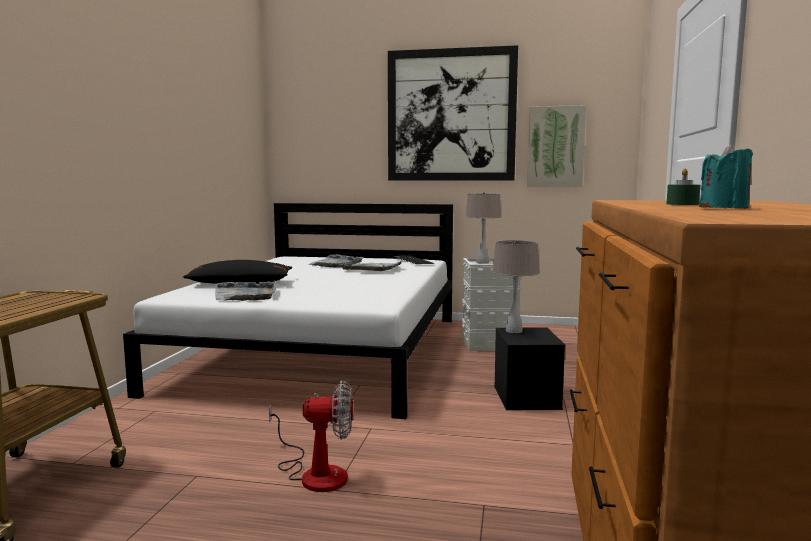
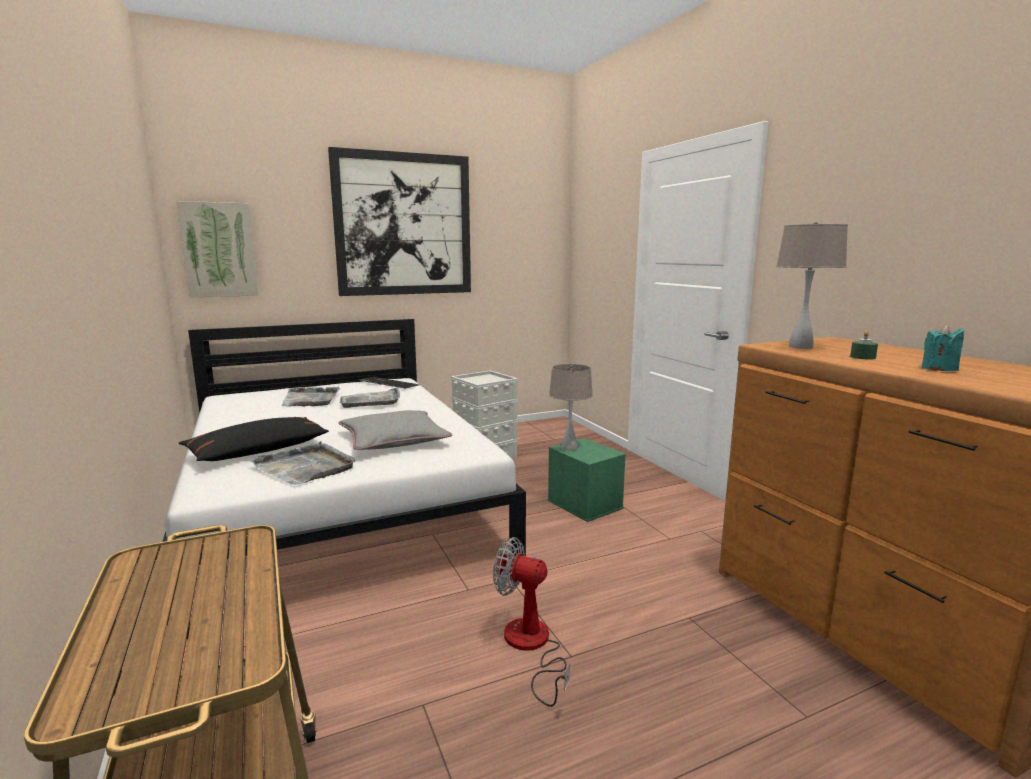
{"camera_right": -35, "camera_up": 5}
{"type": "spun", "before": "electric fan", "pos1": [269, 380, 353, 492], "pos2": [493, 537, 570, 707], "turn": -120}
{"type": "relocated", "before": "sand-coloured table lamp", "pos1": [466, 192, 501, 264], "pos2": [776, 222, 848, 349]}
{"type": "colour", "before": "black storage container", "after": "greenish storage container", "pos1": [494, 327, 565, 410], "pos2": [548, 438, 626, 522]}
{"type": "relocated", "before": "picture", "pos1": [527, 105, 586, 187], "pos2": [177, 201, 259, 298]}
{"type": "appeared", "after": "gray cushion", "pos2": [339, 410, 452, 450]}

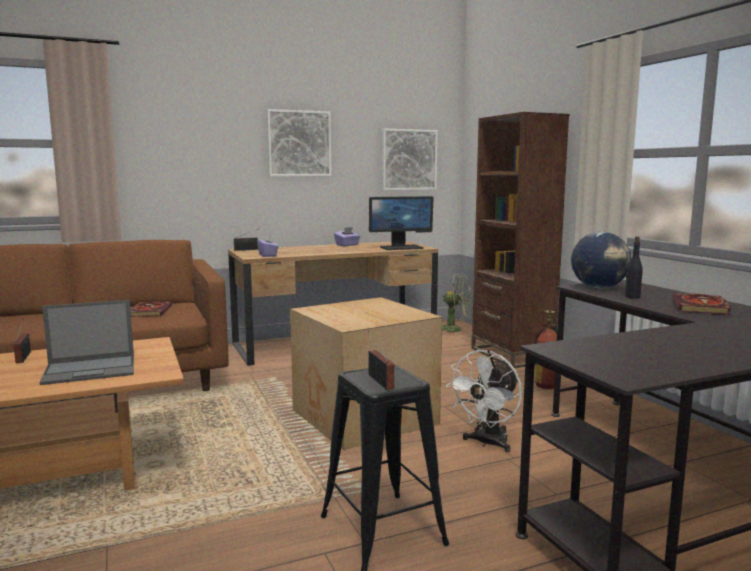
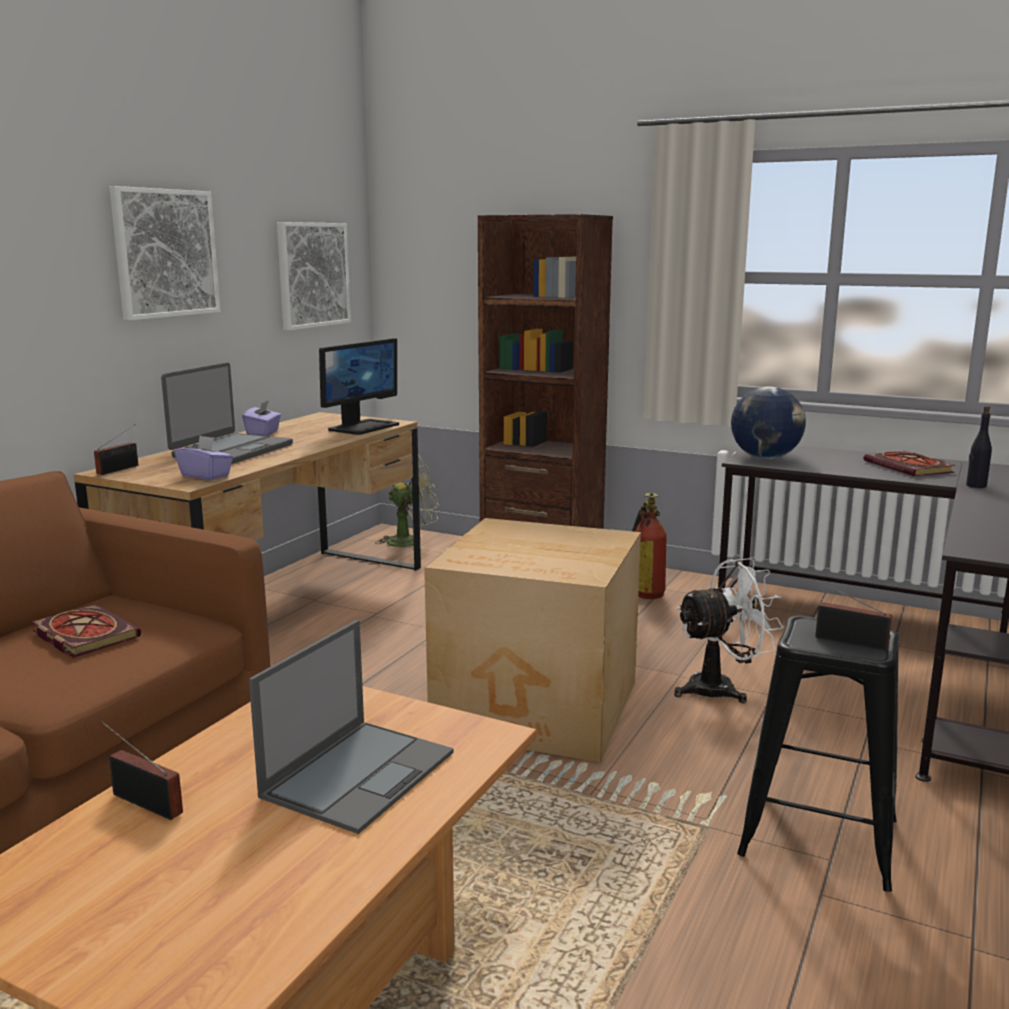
{"camera_right": -40, "camera_up": 5}
{"type": "spun", "before": "white electric fan", "pos1": [446, 350, 522, 452], "pos2": [674, 558, 784, 703], "turn": -105}
{"type": "relocated", "before": "black drink bottle", "pos1": [625, 236, 643, 299], "pos2": [966, 406, 992, 488]}
{"type": "appeared", "after": "laptop", "pos2": [161, 363, 293, 464]}

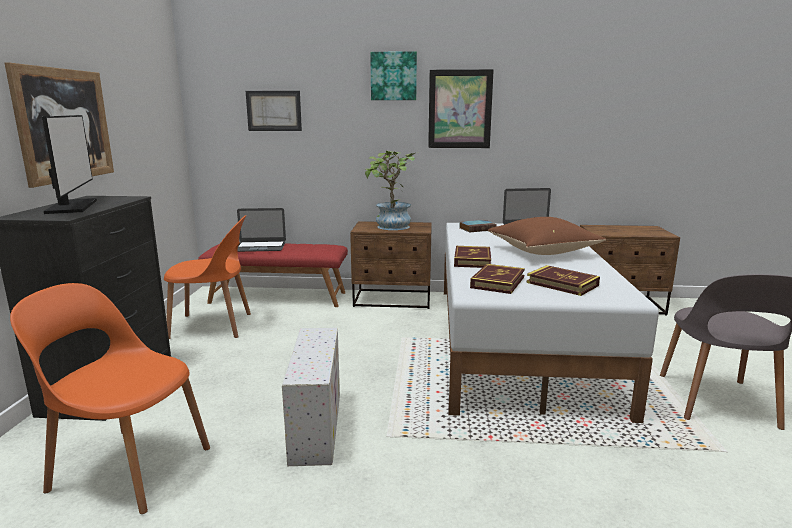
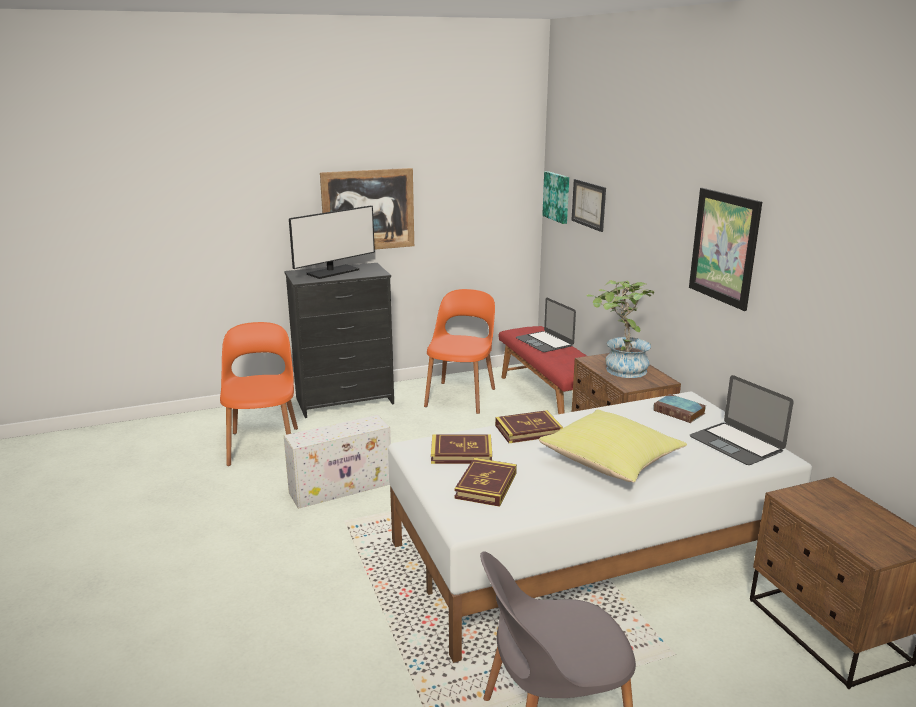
{"camera_right": 65, "camera_up": 5}
{"type": "spun", "before": "orange upright chair", "pos1": [164, 215, 251, 339], "pos2": [424, 289, 495, 414], "turn": -135}
{"type": "relocated", "before": "picture", "pos1": [370, 51, 417, 100], "pos2": [542, 171, 569, 224]}
{"type": "colour", "before": "brown-coloured cushion", "after": "yellowish cushion", "pos1": [488, 217, 606, 255], "pos2": [539, 410, 687, 483]}

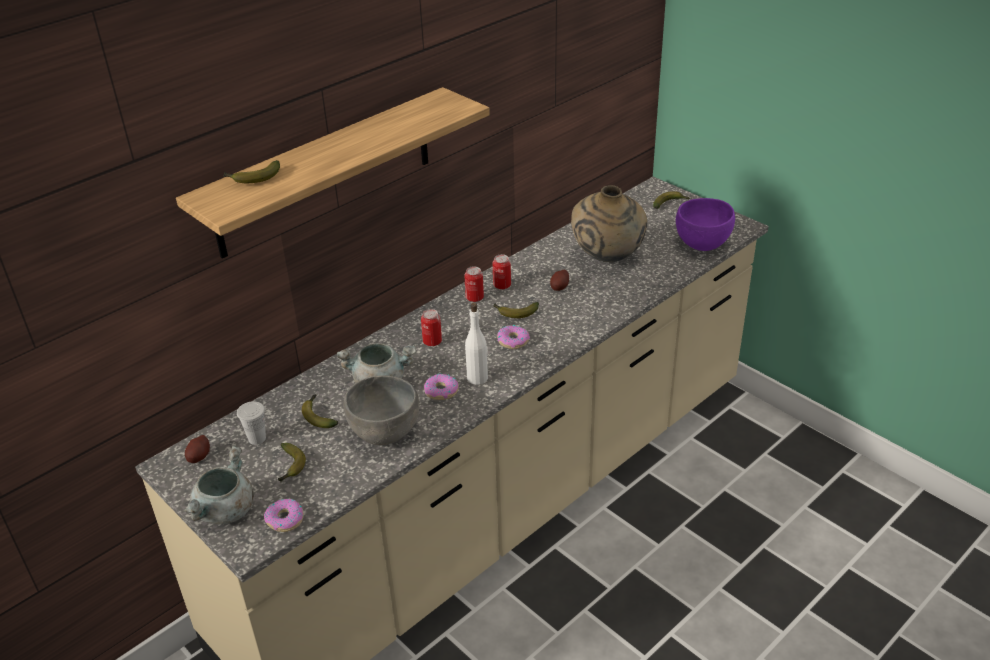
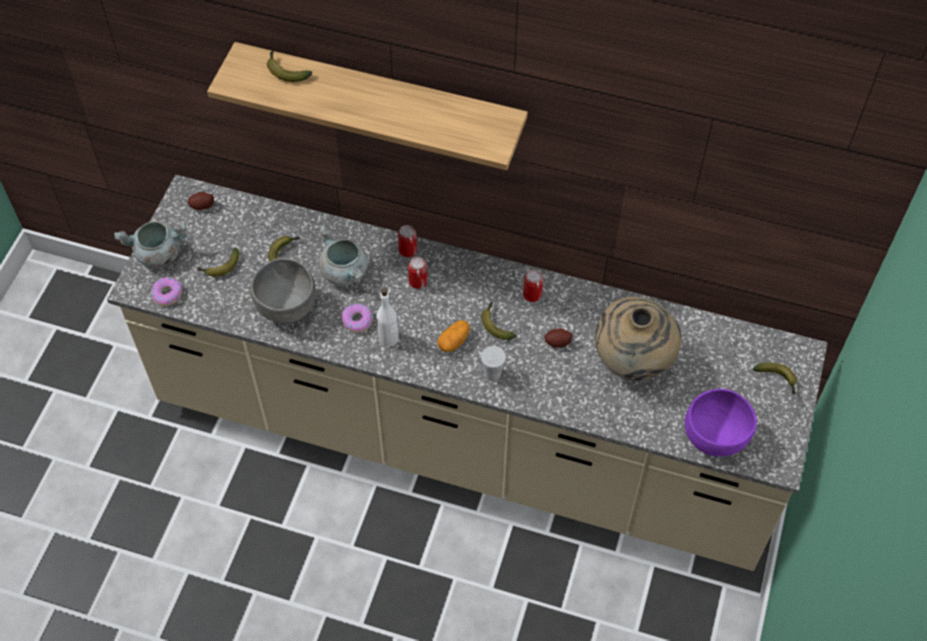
{"camera_right": 60, "camera_up": 20}
{"type": "relocated", "before": "white drinking cup", "pos1": [237, 401, 266, 445], "pos2": [481, 346, 506, 381]}
{"type": "relocated", "before": "sealed can", "pos1": [464, 266, 484, 302], "pos2": [398, 225, 417, 257]}
{"type": "exchanged", "before": "donut", "after": "potato", "pos1": [497, 325, 530, 349], "pos2": [437, 320, 470, 352]}

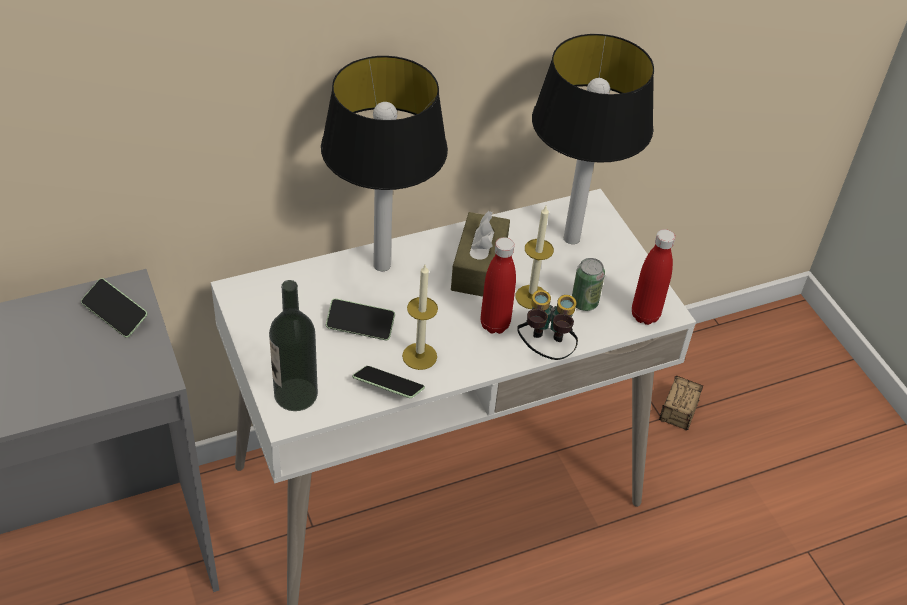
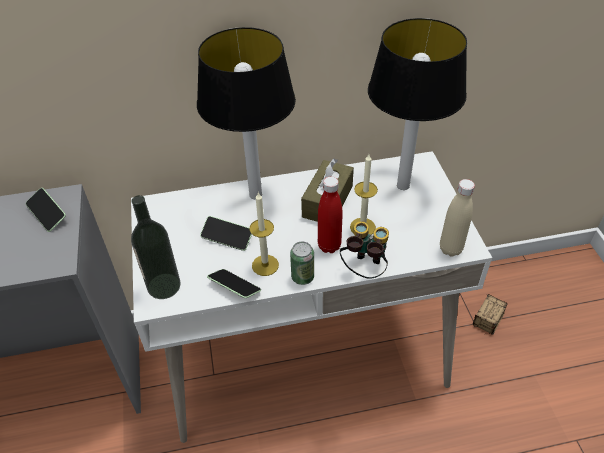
{"camera_right": 15, "camera_up": 0}
{"type": "relocated", "before": "sealed can", "pos1": [572, 258, 605, 311], "pos2": [290, 242, 314, 285]}
{"type": "colour", "before": "reddish drink bottle", "after": "sand-coloured drink bottle", "pos1": [632, 229, 675, 325], "pos2": [440, 179, 475, 257]}

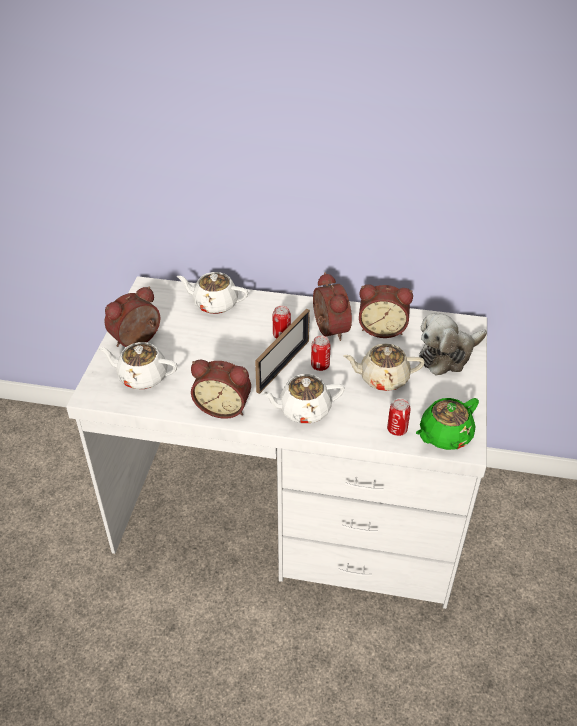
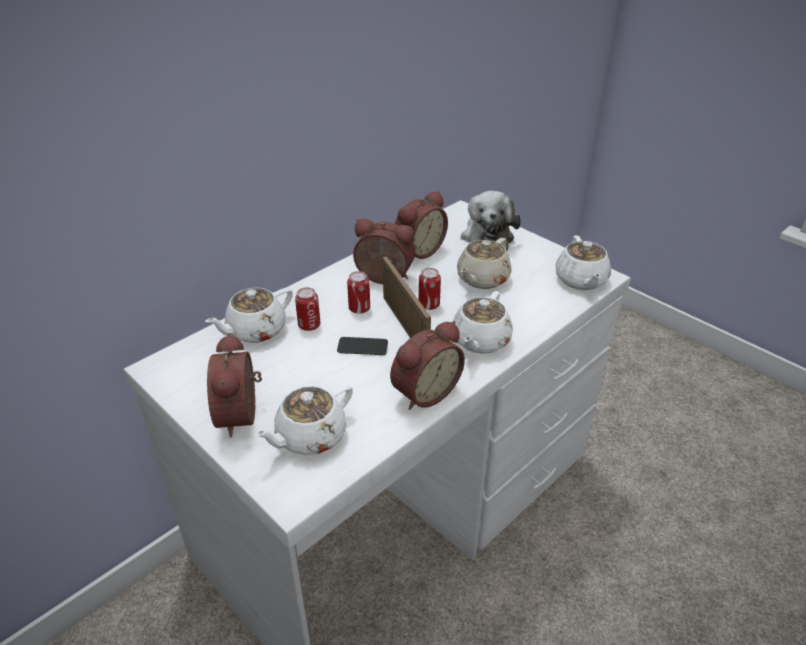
{"camera_right": -55, "camera_up": -5}
{"type": "relocated", "before": "sealed can", "pos1": [387, 398, 411, 436], "pos2": [295, 287, 320, 331]}
{"type": "colour", "before": "greenish teapot", "after": "white teapot", "pos1": [416, 398, 479, 450], "pos2": [556, 235, 611, 290]}
{"type": "appeared", "after": "phone", "pos2": [337, 337, 388, 355]}

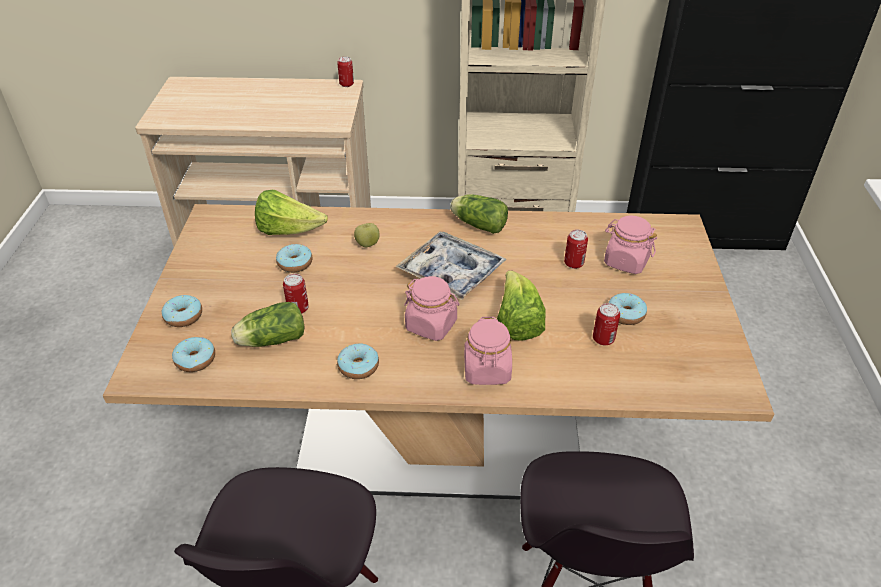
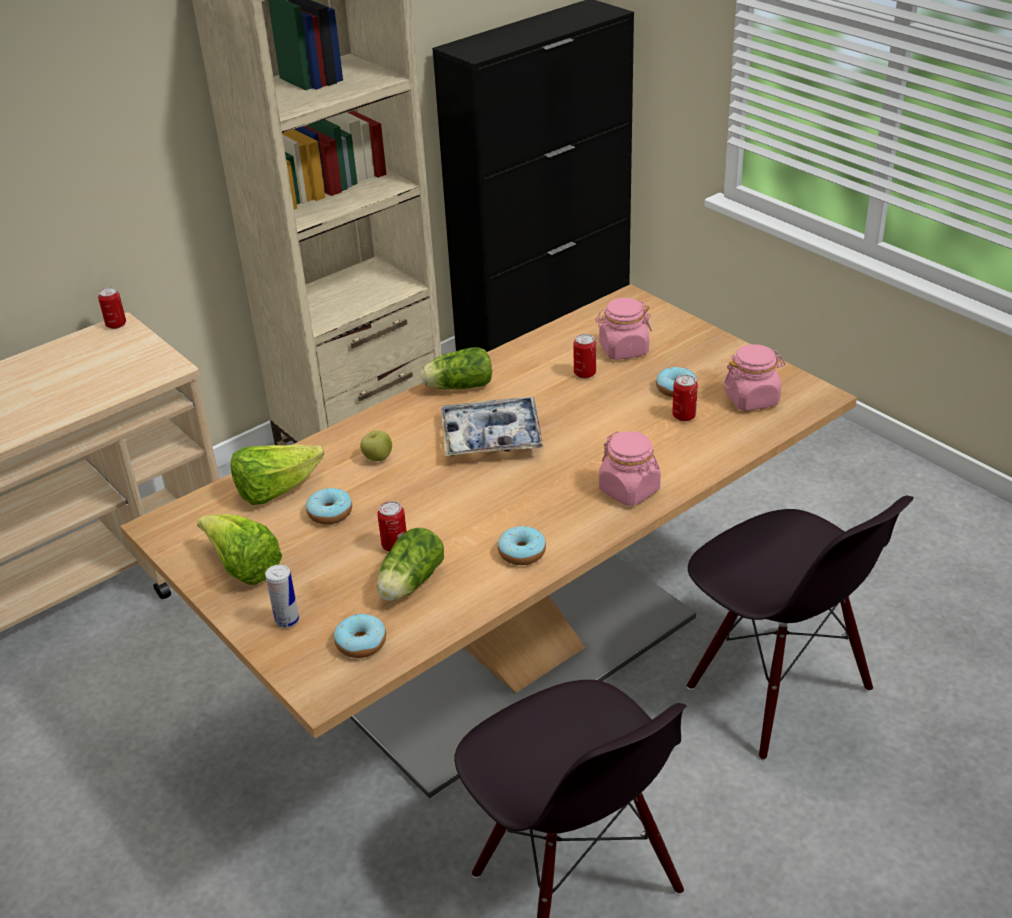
{"camera_right": -40, "camera_up": -5}
{"type": "exchanged", "before": "donut", "after": "sealed can", "pos1": [161, 295, 202, 327], "pos2": [265, 565, 299, 628]}
{"type": "relocated", "before": "pink-coloured preserve jar", "pos1": [404, 276, 459, 341], "pos2": [724, 344, 785, 411]}
{"type": "relocated", "before": "lettuce head", "pos1": [497, 271, 546, 340], "pos2": [197, 514, 282, 585]}

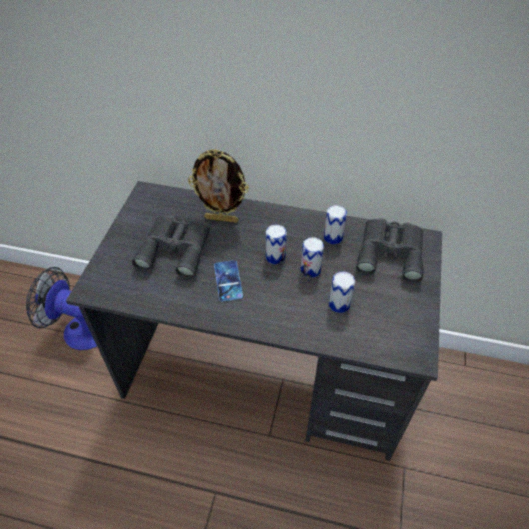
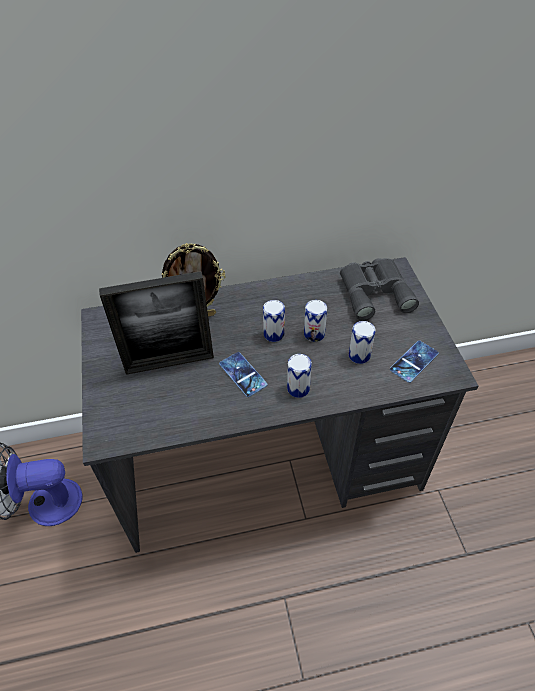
{"camera_right": -25, "camera_up": 0}
{"type": "exchanged", "before": "gray pair of binoculars", "after": "photo frame", "pos1": [132, 215, 210, 279], "pos2": [99, 271, 214, 375]}
{"type": "relocated", "before": "sealed can", "pos1": [324, 205, 347, 244], "pos2": [287, 354, 312, 398]}
{"type": "appeared", "after": "phone", "pos2": [390, 340, 439, 383]}

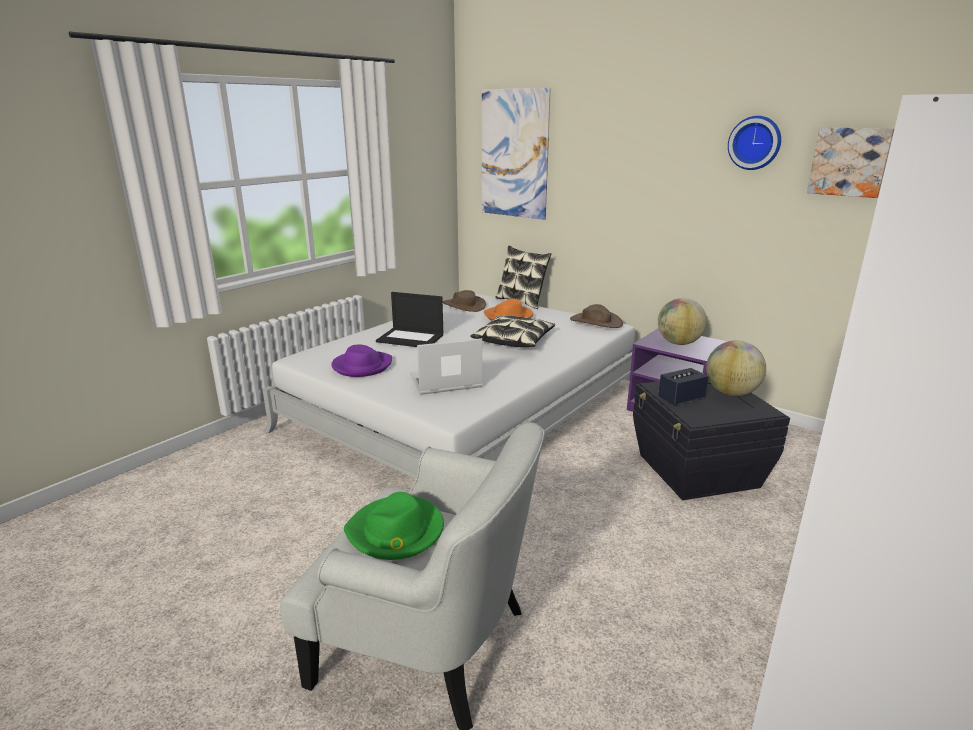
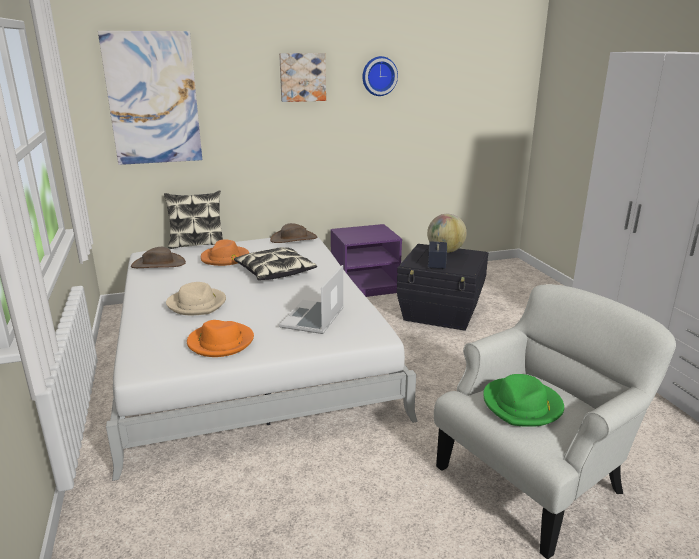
{"camera_right": -55, "camera_up": 0}
{"type": "colour", "before": "purple-coloured hat", "after": "orange hat", "pos1": [331, 344, 392, 377], "pos2": [187, 320, 254, 357]}
{"type": "exchanged", "before": "laptop", "after": "sand-coloured hat", "pos1": [376, 292, 443, 347], "pos2": [166, 282, 226, 315]}
{"type": "missing", "before": "desk globe", "pos1": [658, 298, 707, 345]}
{"type": "relocated", "before": "picture", "pos1": [807, 127, 894, 198], "pos2": [279, 53, 326, 102]}

